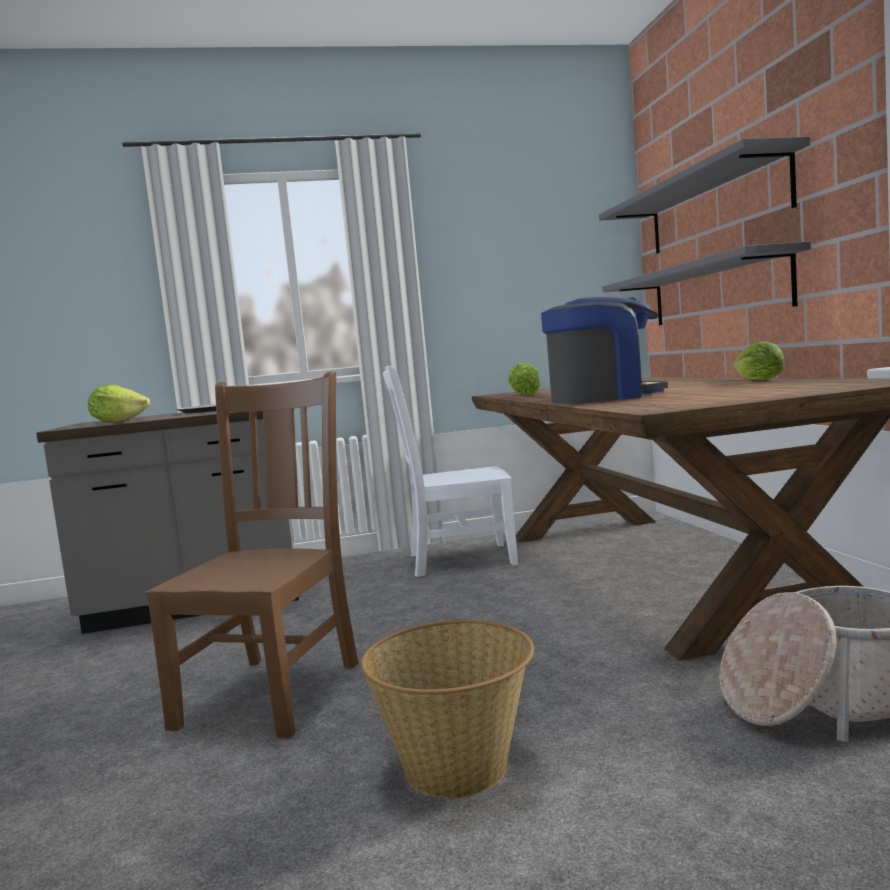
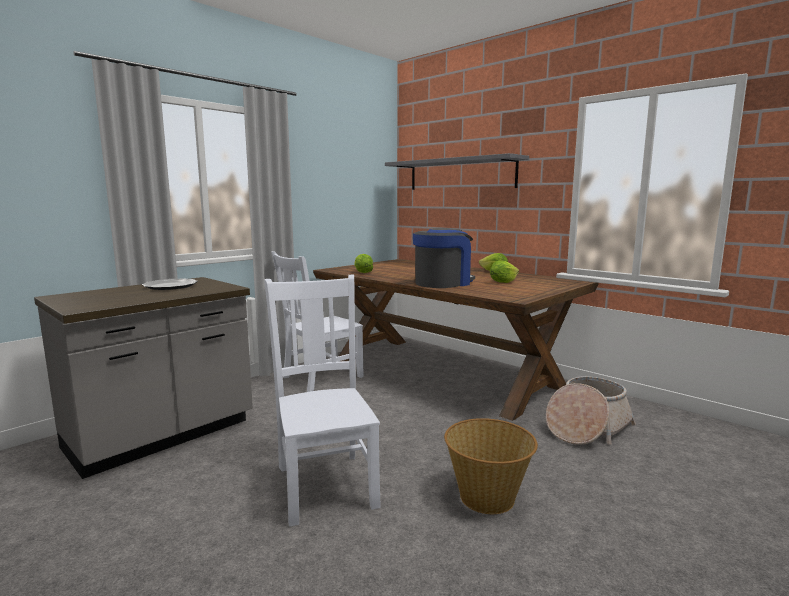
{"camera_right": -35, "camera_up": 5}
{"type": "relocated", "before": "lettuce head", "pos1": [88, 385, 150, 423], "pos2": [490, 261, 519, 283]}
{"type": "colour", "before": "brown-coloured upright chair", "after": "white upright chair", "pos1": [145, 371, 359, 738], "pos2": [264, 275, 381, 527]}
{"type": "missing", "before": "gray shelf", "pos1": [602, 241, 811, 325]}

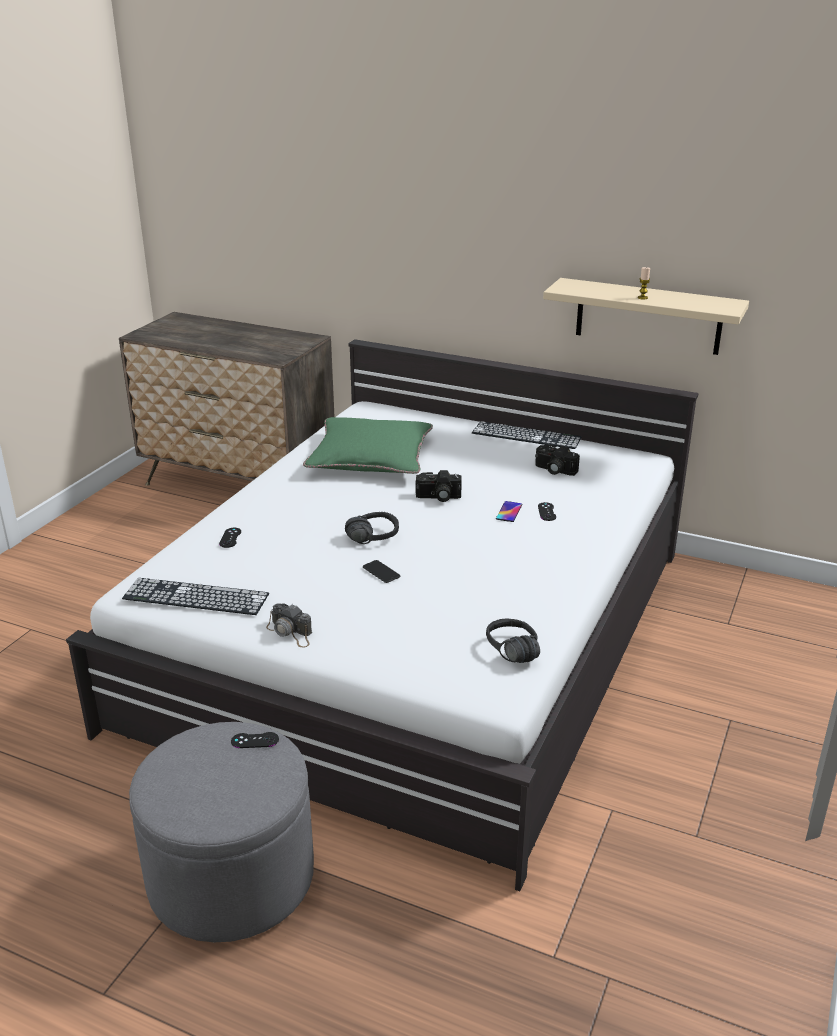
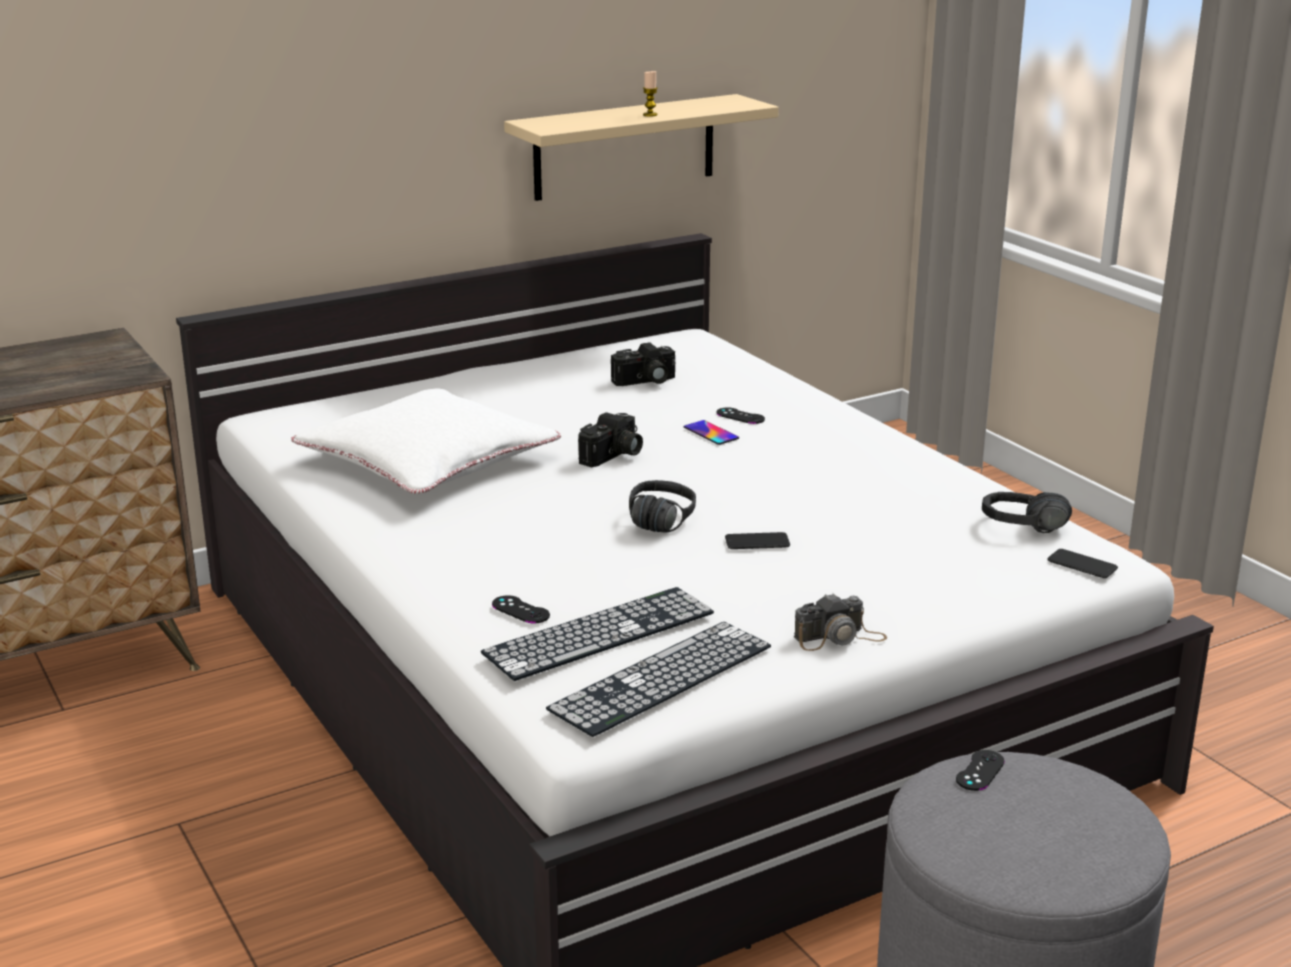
{"camera_right": -55, "camera_up": -5}
{"type": "colour", "before": "greenish cushion", "after": "white cushion", "pos1": [303, 417, 433, 474], "pos2": [291, 388, 561, 494]}
{"type": "relocated", "before": "keyboard", "pos1": [472, 421, 582, 449], "pos2": [481, 587, 714, 681]}
{"type": "appeared", "after": "phone", "pos2": [1047, 549, 1118, 578]}

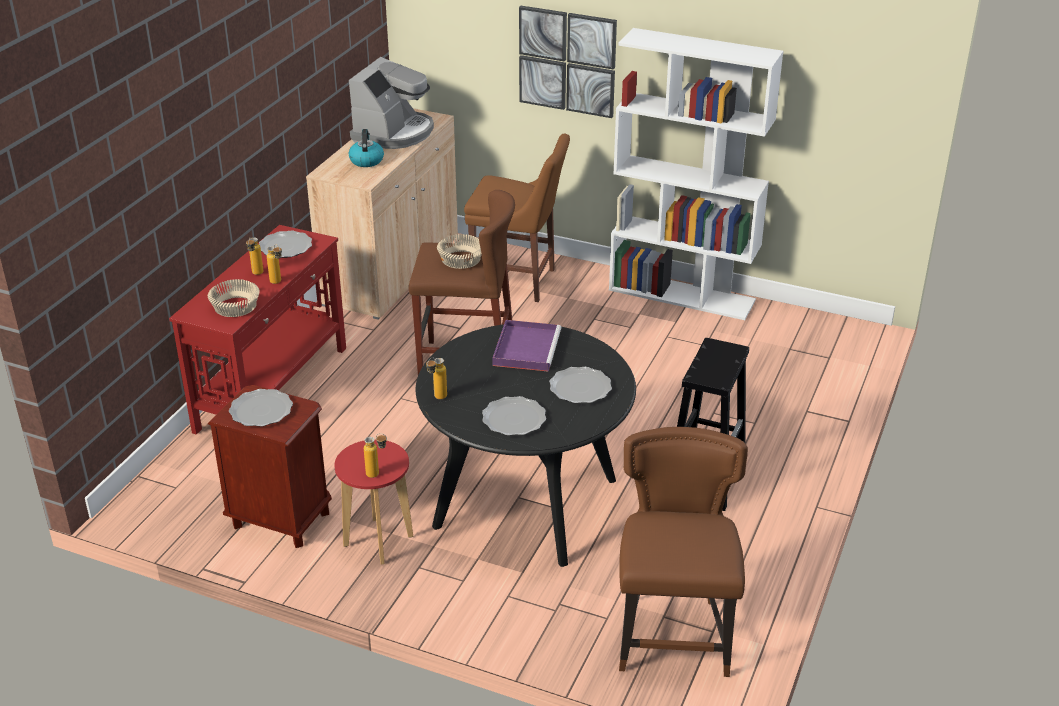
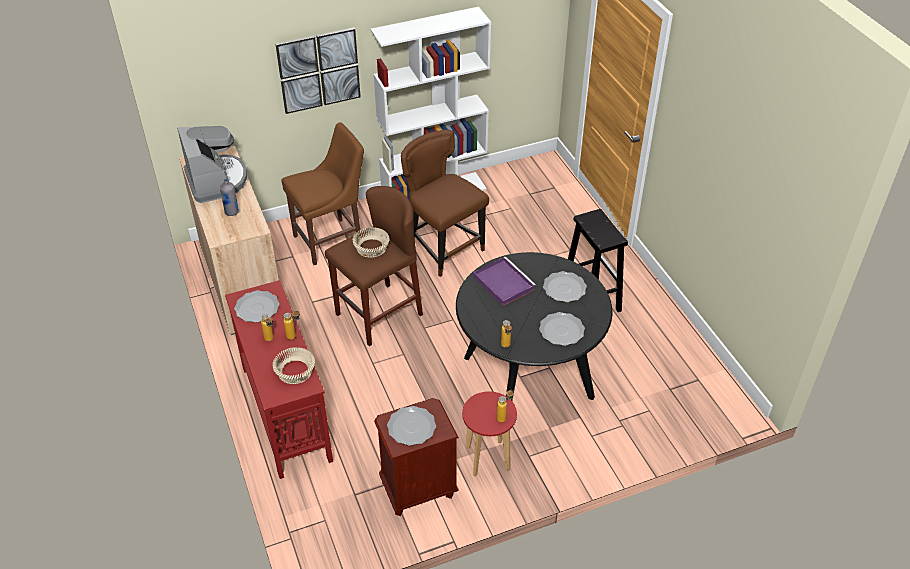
{"camera_right": -45, "camera_up": 10}
{"type": "exchanged", "before": "kettle", "after": "gray drink bottle", "pos1": [349, 129, 384, 167], "pos2": [220, 179, 239, 216]}
{"type": "relocated", "before": "brown-coloured upright chair", "pos1": [619, 427, 748, 677], "pos2": [401, 130, 489, 277]}

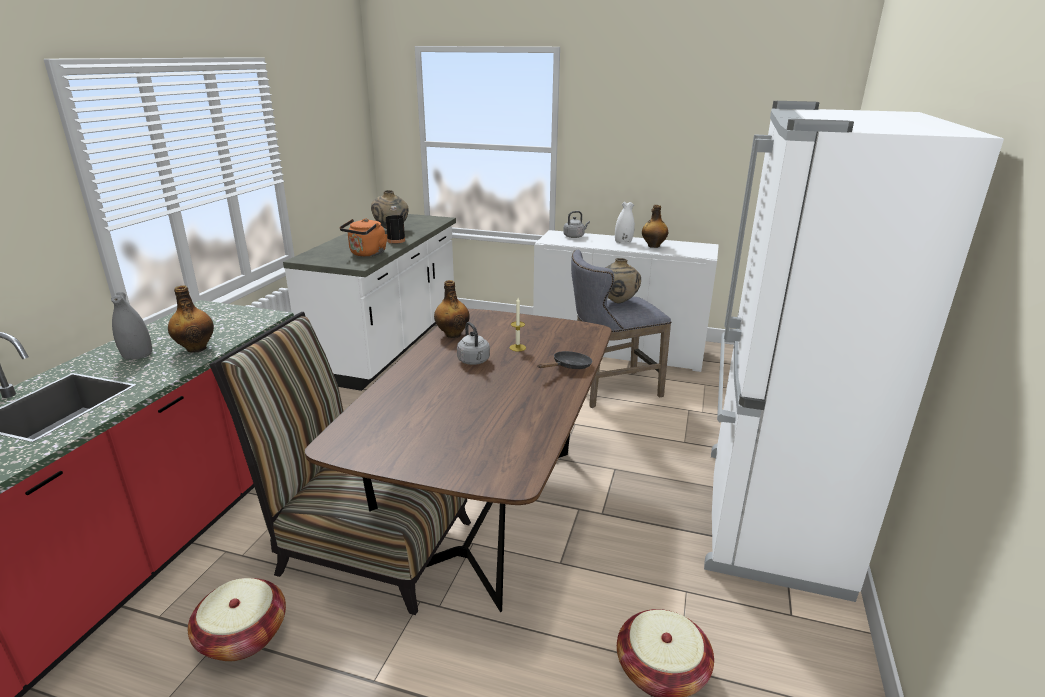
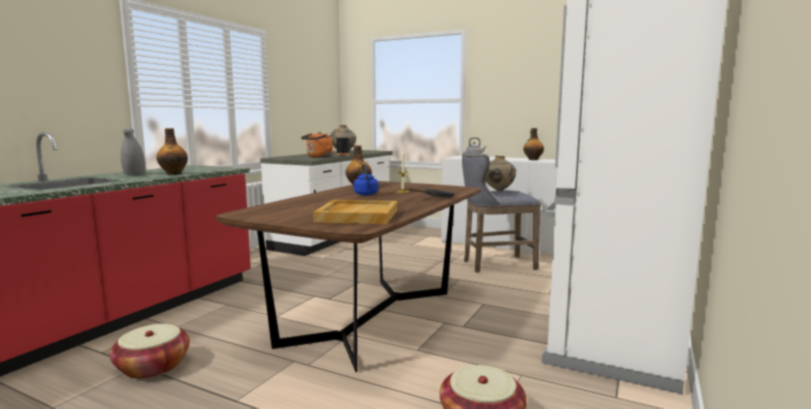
{"camera_right": 10, "camera_up": -15}
{"type": "missing", "before": "upright chair", "pos1": [209, 312, 471, 615]}
{"type": "colour", "before": "gray kettle", "after": "blue-coloured kettle", "pos1": [457, 322, 490, 365], "pos2": [354, 164, 379, 195]}
{"type": "missing", "before": "white flower vase", "pos1": [615, 202, 635, 243]}
{"type": "appeared", "after": "sand-coloured serving tray", "pos2": [313, 200, 397, 224]}

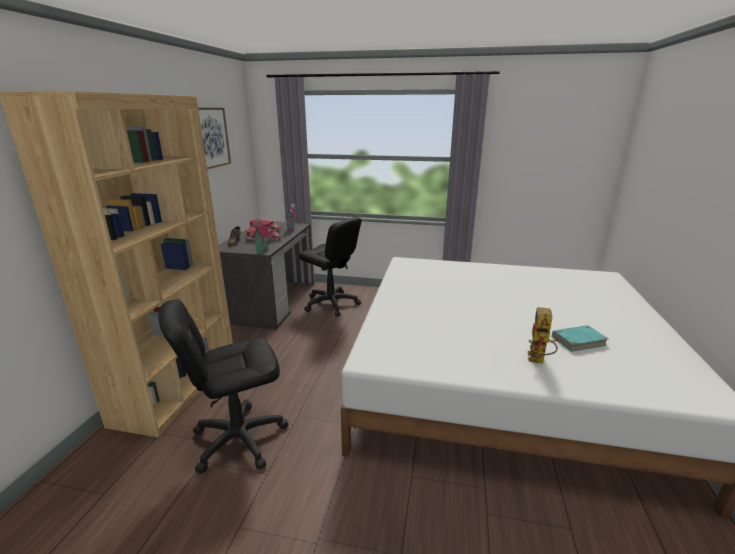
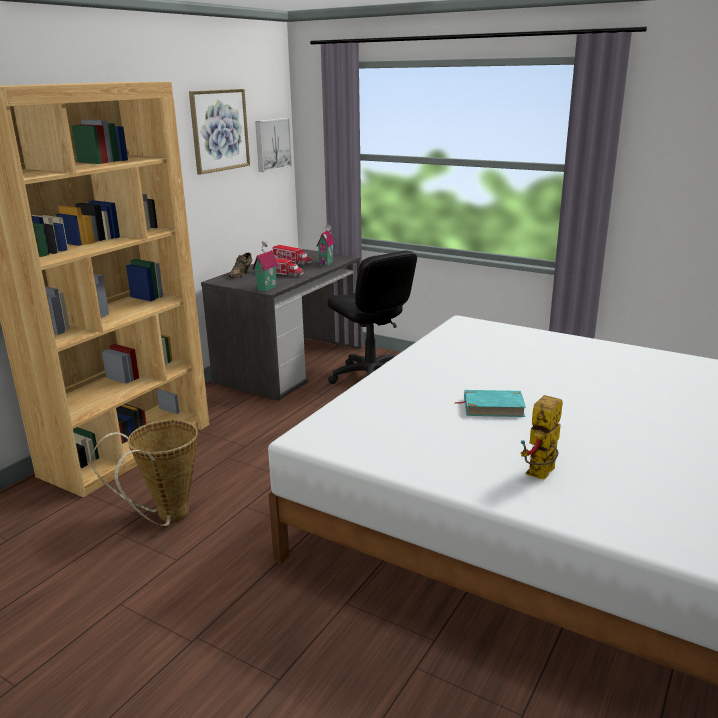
{"camera_right": 20, "camera_up": 0}
{"type": "exchanged", "before": "black desk chair", "after": "storage basket", "pos1": [158, 299, 288, 474], "pos2": [91, 420, 198, 526]}
{"type": "relocated", "before": "turquoise book", "pos1": [552, 325, 609, 352], "pos2": [455, 390, 526, 417]}
{"type": "appeared", "after": "picture", "pos2": [255, 118, 292, 172]}

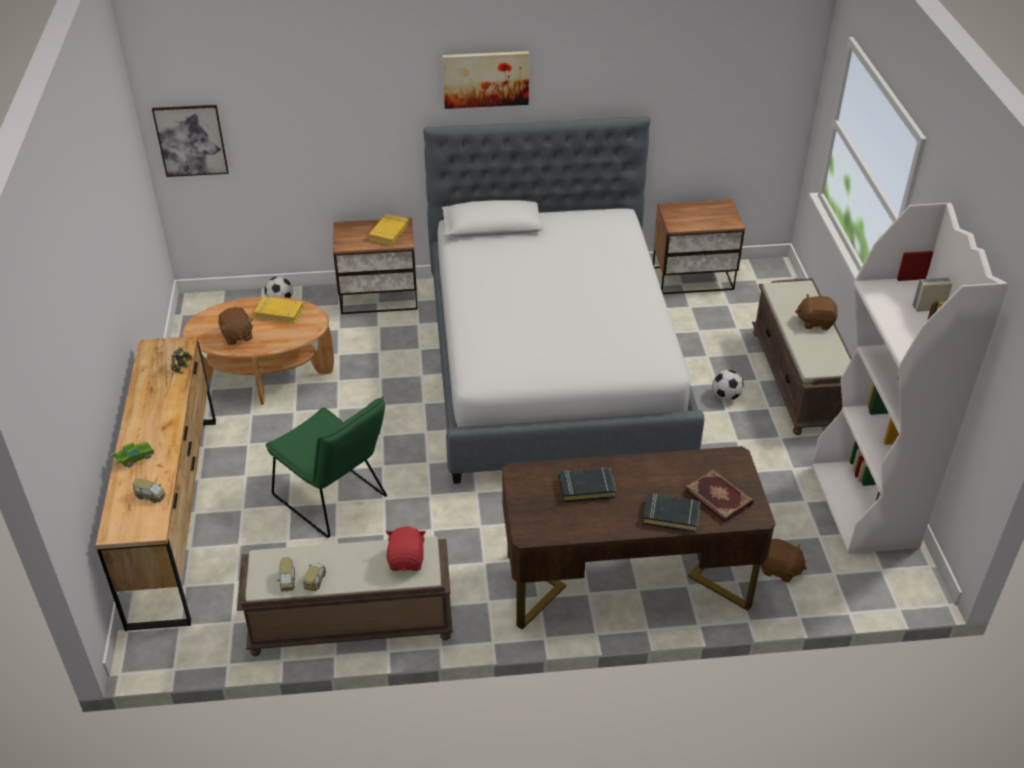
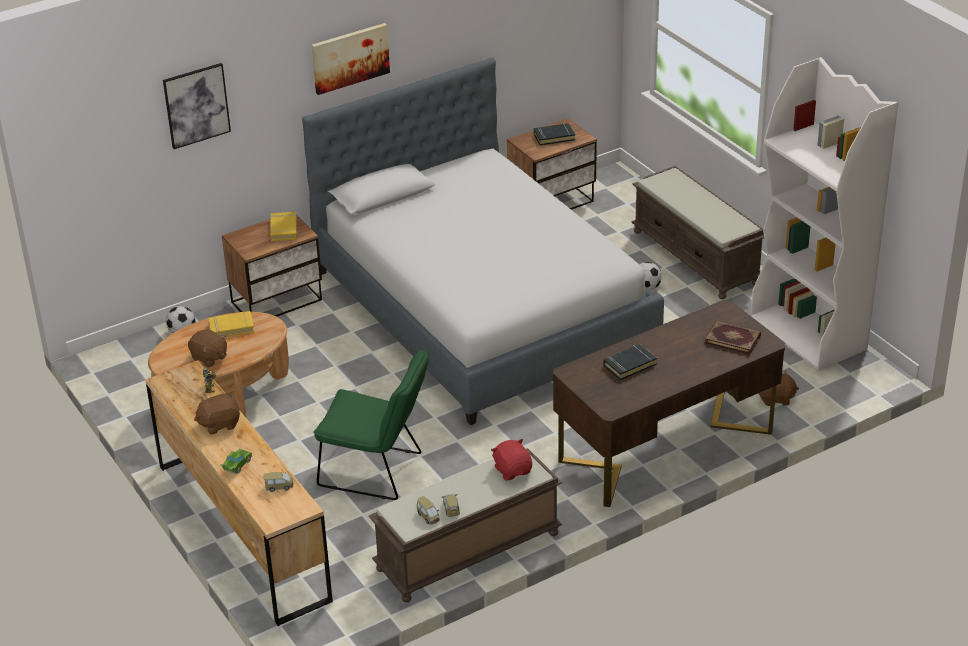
{"camera_right": -25, "camera_up": -5}
{"type": "relocated", "before": "picture", "pos1": [152, 105, 229, 177], "pos2": [163, 63, 231, 149]}
{"type": "relocated", "before": "black book", "pos1": [643, 493, 701, 533], "pos2": [534, 123, 576, 145]}
{"type": "relocated", "before": "brown-coloured cuddly toy", "pos1": [795, 294, 838, 330], "pos2": [194, 394, 240, 435]}

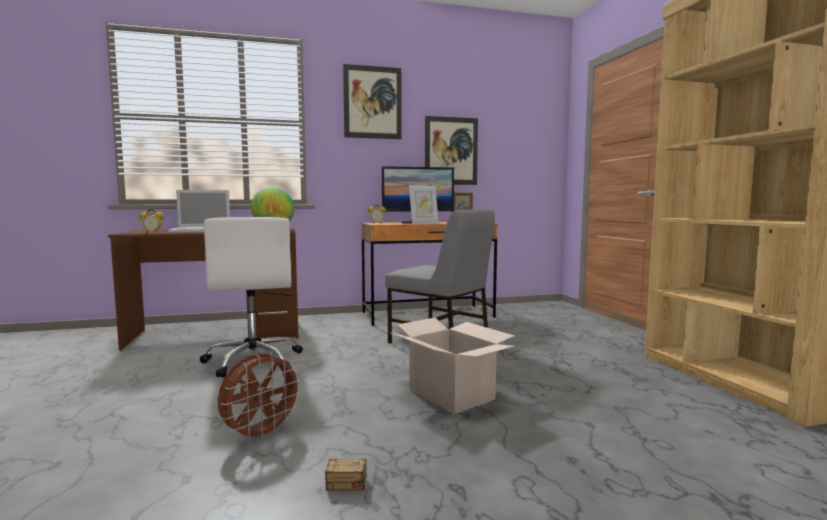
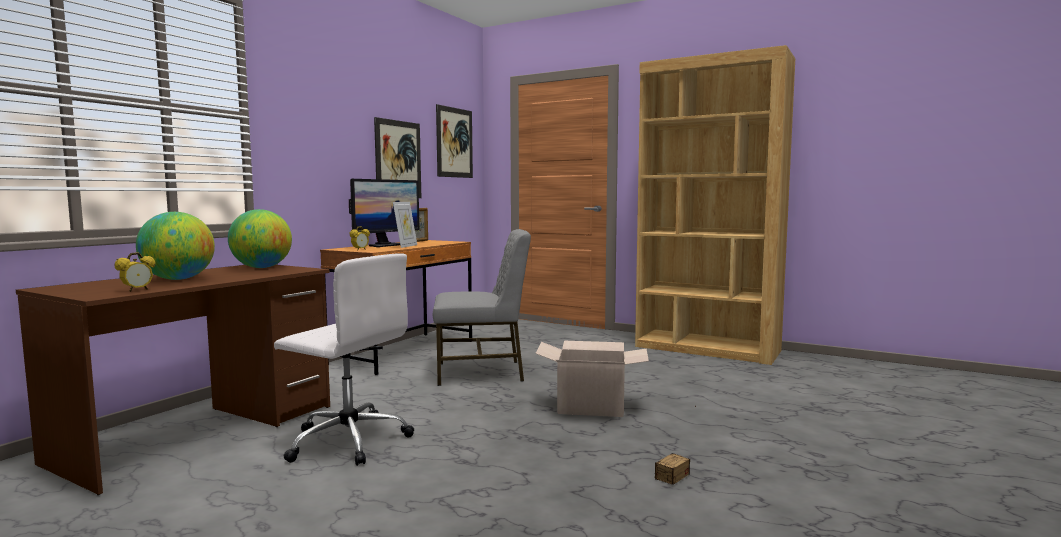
{"camera_right": -45, "camera_up": 0}
{"type": "exchanged", "before": "laptop", "after": "desk globe", "pos1": [168, 190, 230, 232], "pos2": [136, 212, 215, 280]}
{"type": "missing", "before": "brown-coloured electric fan", "pos1": [218, 351, 304, 443]}
{"type": "relocated", "before": "picture", "pos1": [343, 64, 402, 139], "pos2": [436, 104, 473, 178]}

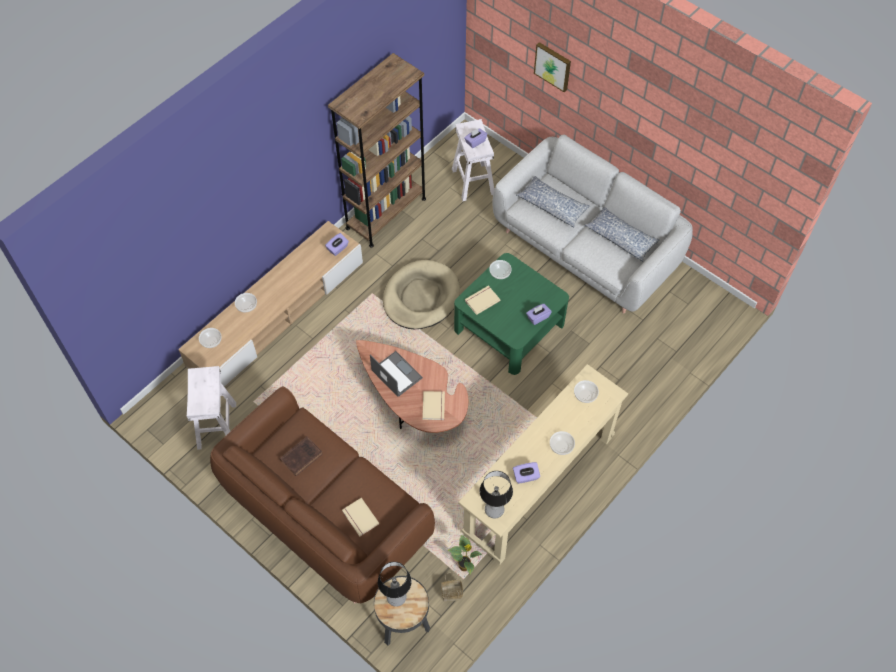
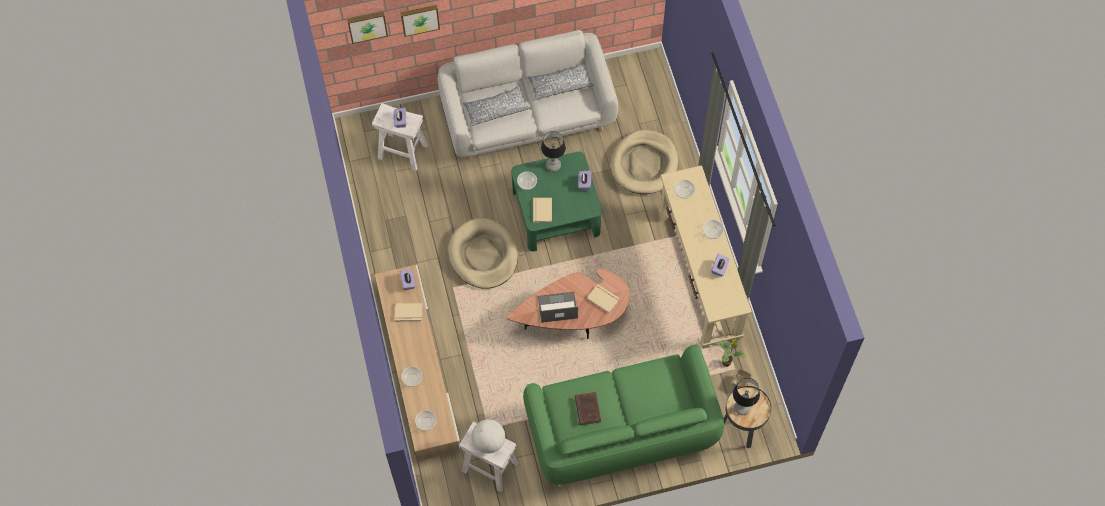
{"camera_right": -55, "camera_up": 5}
{"type": "colour", "before": "brown-coloured couch", "after": "greenish couch", "pos1": [210, 387, 435, 604], "pos2": [523, 344, 724, 487]}
{"type": "missing", "before": "brown-coloured bookshelf", "pos1": [328, 53, 426, 247]}
{"type": "relocated", "before": "sand-coloured book", "pos1": [342, 498, 379, 536], "pos2": [395, 303, 422, 322]}
{"type": "relocated", "before": "table lamp", "pos1": [480, 471, 513, 519], "pos2": [541, 131, 566, 172]}
{"type": "appeared", "after": "picture", "pos2": [347, 12, 388, 44]}
{"type": "appeared", "after": "desk globe", "pos2": [471, 419, 505, 454]}
{"type": "appeared", "after": "sand-coloured dog cushion", "pos2": [611, 130, 678, 194]}

